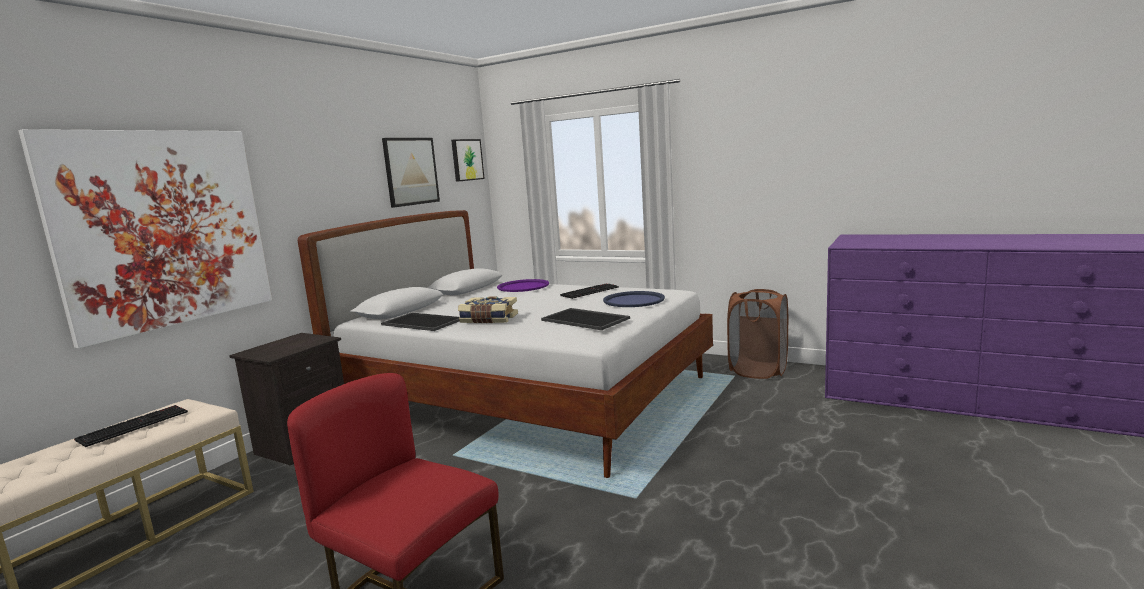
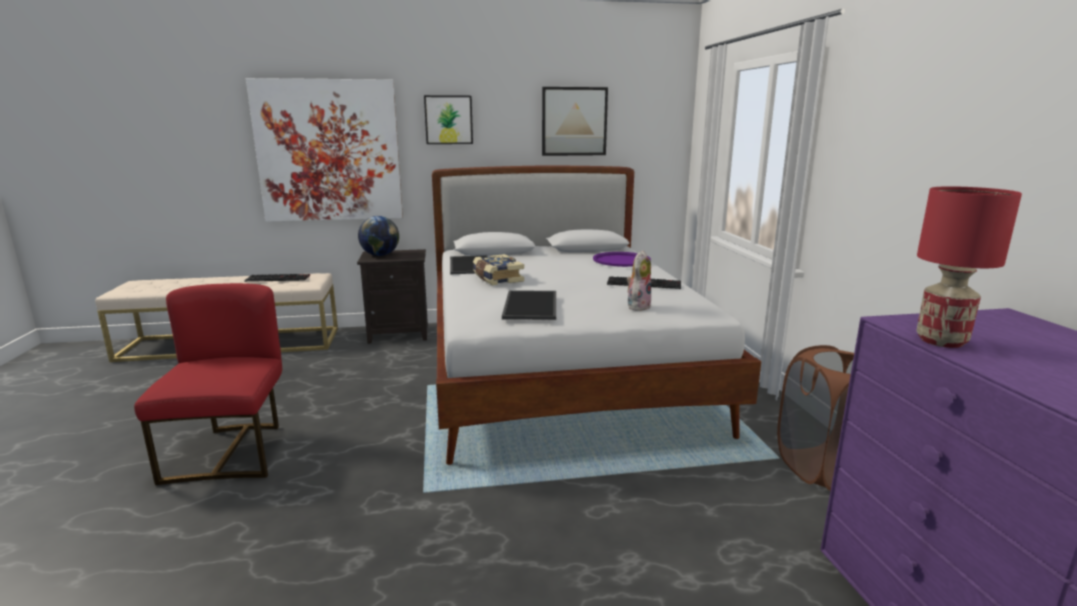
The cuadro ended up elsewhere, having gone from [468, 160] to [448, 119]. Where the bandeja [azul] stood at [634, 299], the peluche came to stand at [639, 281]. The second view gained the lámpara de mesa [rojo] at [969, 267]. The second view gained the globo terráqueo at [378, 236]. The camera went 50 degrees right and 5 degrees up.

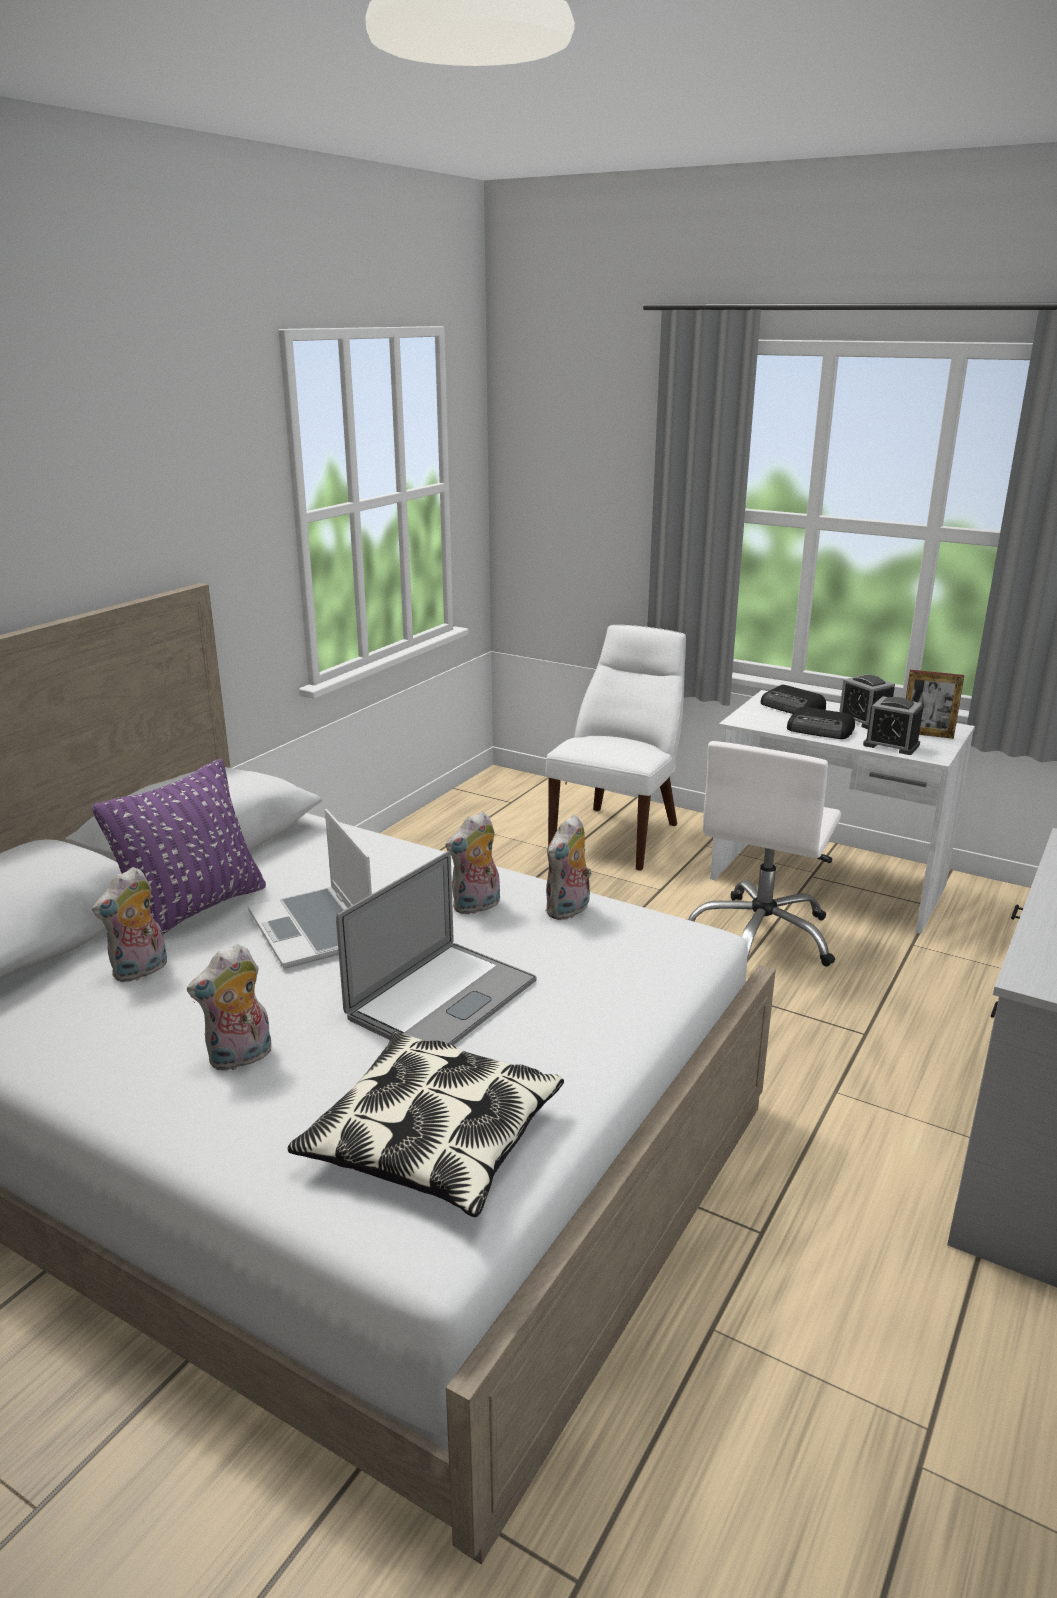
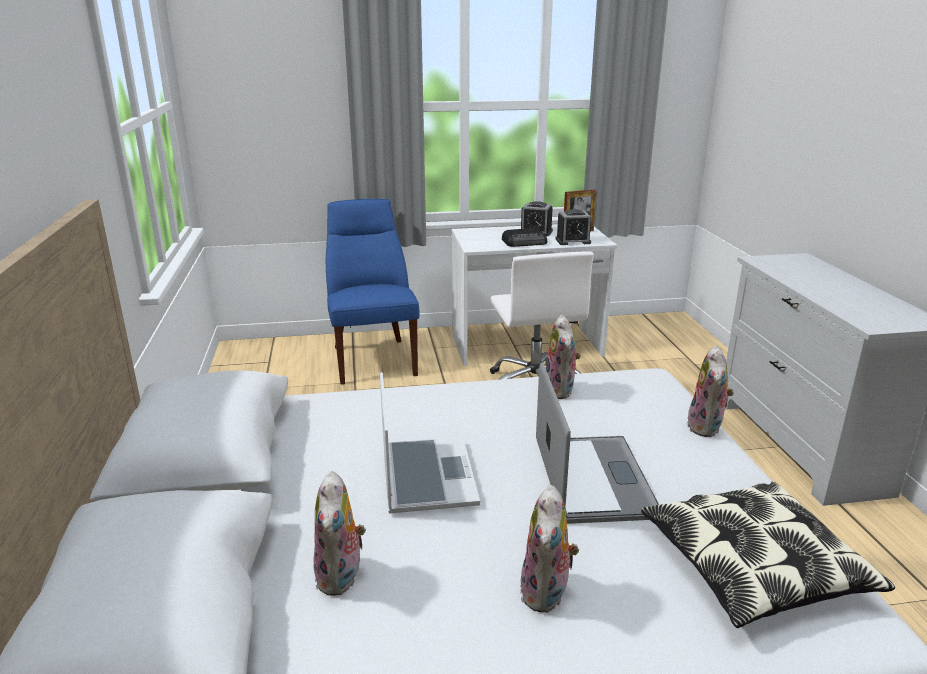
What was the silla [blanco] at [616, 748] turned into the silla [azul] at [373, 292]. The second view lost the radio at [793, 699]. The second view lost the cojín [morado] at [179, 846]. The portátil at [310, 889] ended up facing another way, 120 degrees counterclockwise from before. The peluche ended up elsewhere, having gone from [472, 863] to [710, 391]. The camera went 40 degrees left and 0 degrees up.

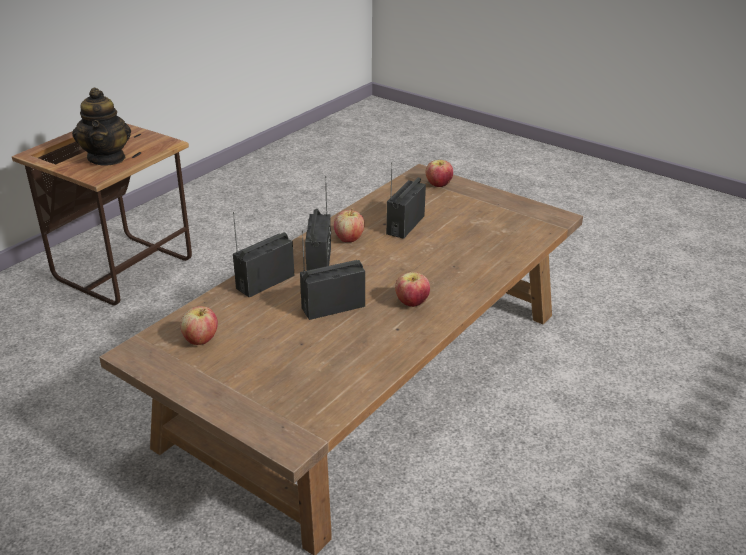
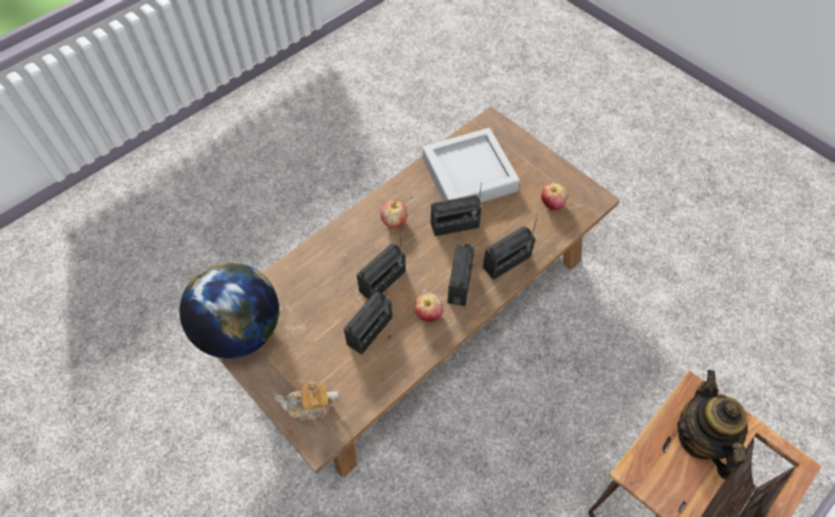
Where the manzana stood at [439, 173], the tetera came to stand at [307, 402]. The second view gained the bandeja [gris] at [471, 165]. The second view gained the radio at [381, 265]. The second view gained the globo terráqueo at [229, 310]. The camera went 170 degrees left and 25 degrees up.

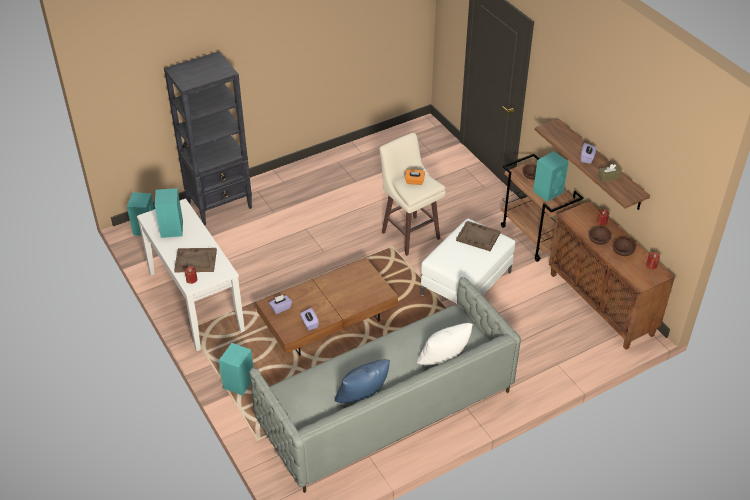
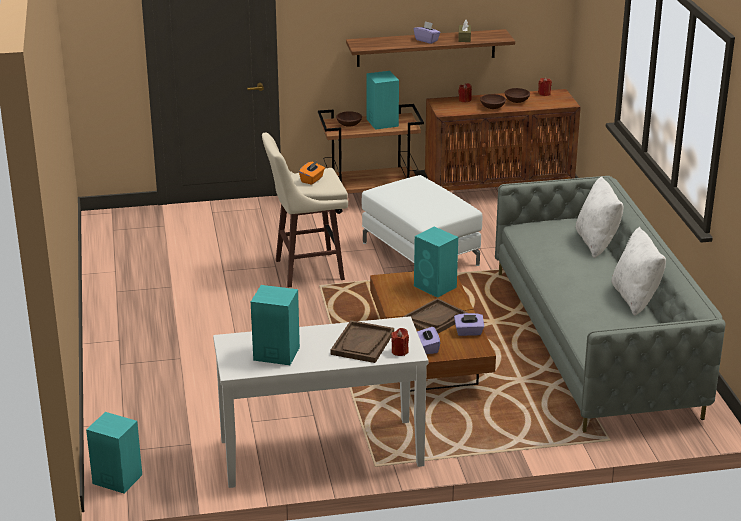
The second view lost the estantería [negro] at [208, 138]. The bandeja [marrón] ended up elsewhere, having gone from [478, 236] to [435, 316]. The altavoz [turquesa] ended up elsewhere, having gone from [236, 369] to [436, 262]. What was the cojín [azul] at [362, 381] turned into the cojín [blanco] at [638, 271]. The camera went 70 degrees left and 15 degrees down.

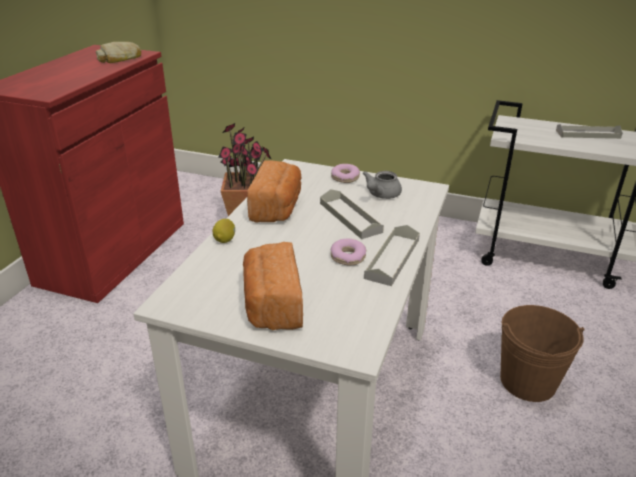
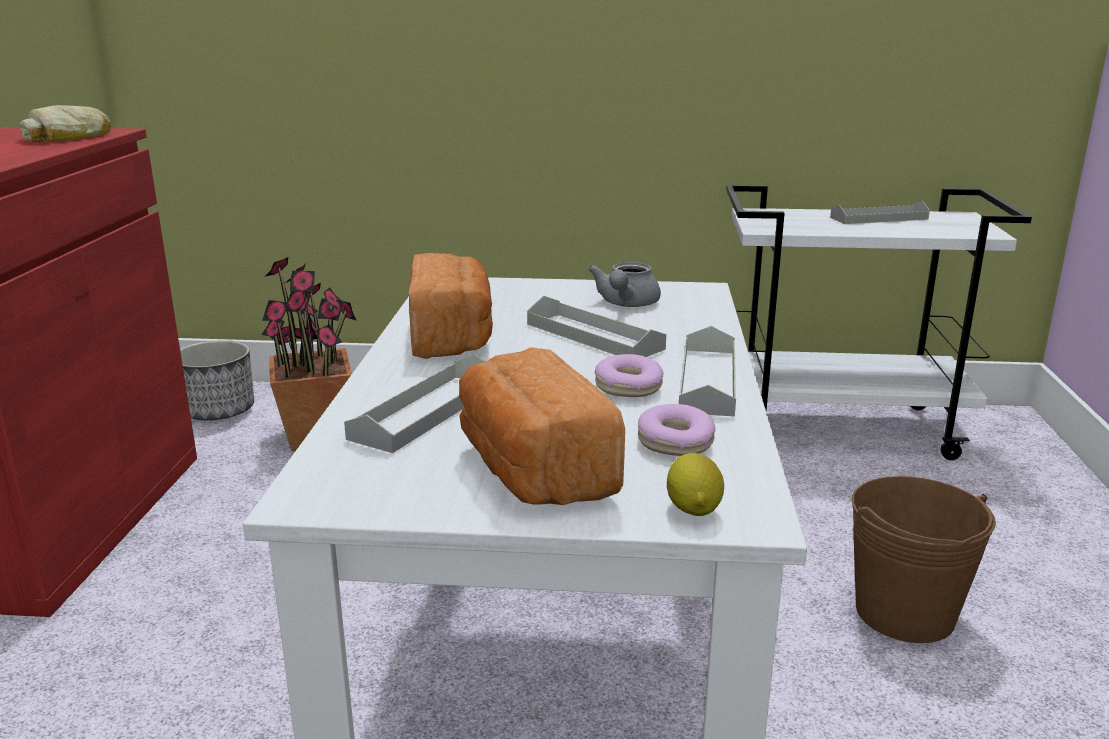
The rosquilla ended up elsewhere, having gone from [345, 173] to [677, 430]. The limón ended up elsewhere, having gone from [224, 231] to [695, 484]. The second view gained the maceta at [217, 380]. The second view gained the bandeja [gris] at [415, 403]. The camera went 15 degrees left and 10 degrees down.

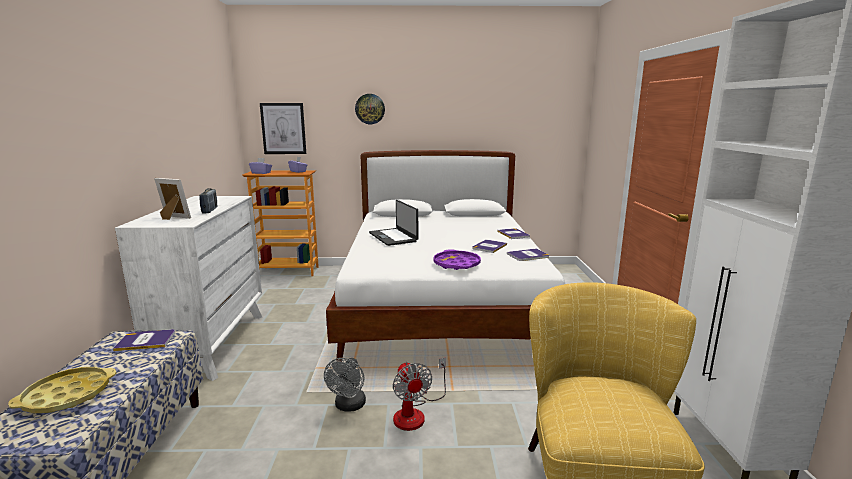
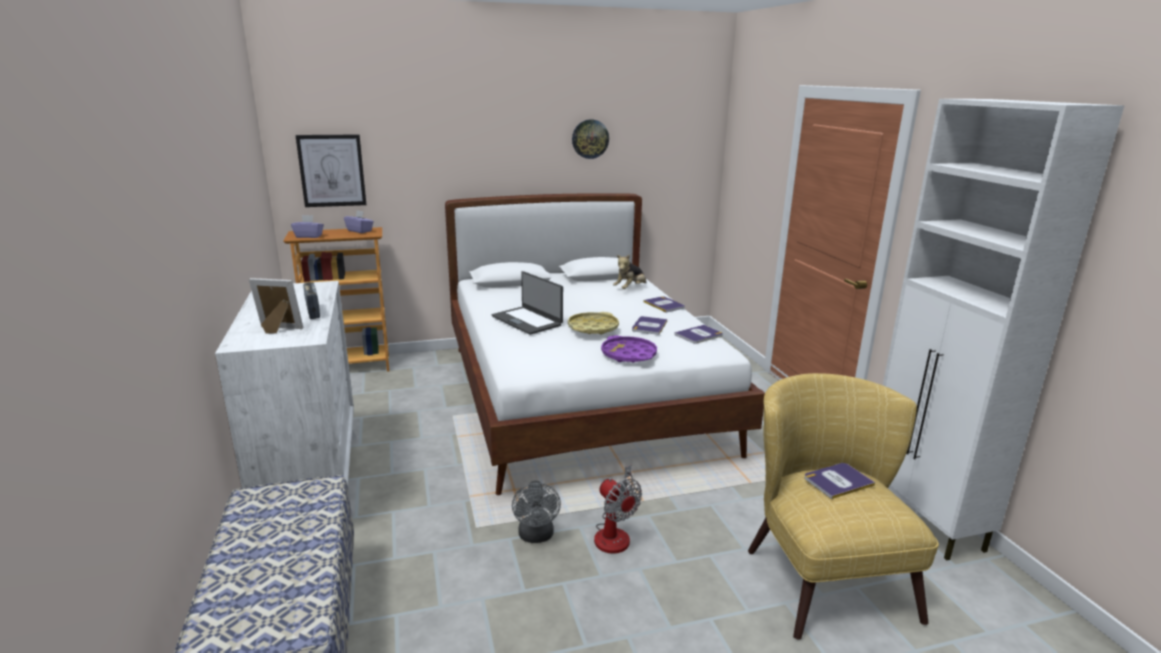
The reloj de pared ended up elsewhere, having gone from [370, 109] to [590, 139]. The libro ended up elsewhere, having gone from [144, 340] to [839, 481]. The bandeja [amarillo] ended up elsewhere, having gone from [62, 390] to [593, 323]. The second view gained the peluche at [630, 271]. The camera went 15 degrees left and 5 degrees up.

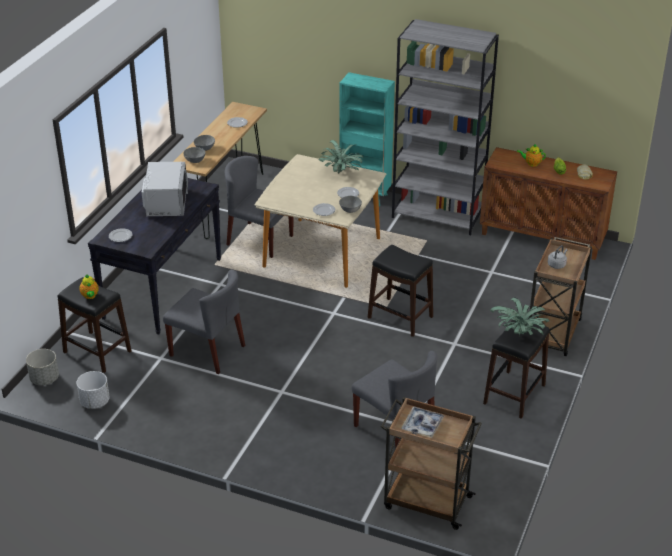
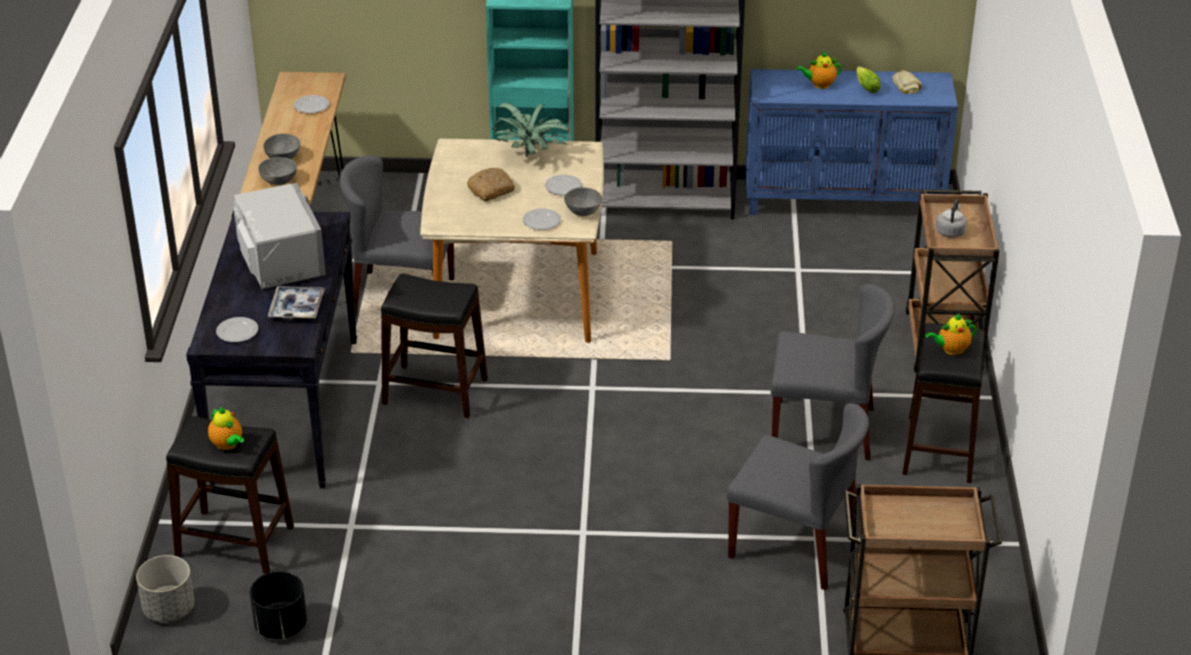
What was the armario [marrón] at [548, 203] turned into the armario [azul] at [852, 142]. The taburete [negro] ended up elsewhere, having gone from [400, 291] to [434, 346]. The silla [gris] ended up elsewhere, having gone from [204, 322] to [833, 372]. Where the planta en maceta stood at [519, 316], the tetera came to stand at [950, 334]. What was the maceta [blanco] at [93, 390] turned into the maceta [negro] at [278, 605]. The bandeja ended up elsewhere, having gone from [422, 422] to [296, 303]. The second view gained the pan at [491, 184]. The camera went 20 degrees left and 0 degrees up.

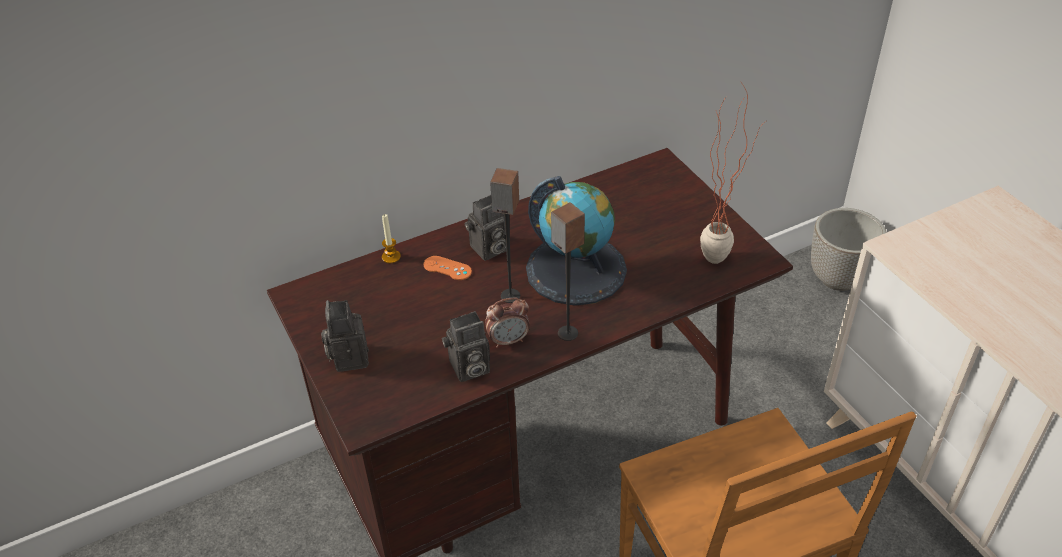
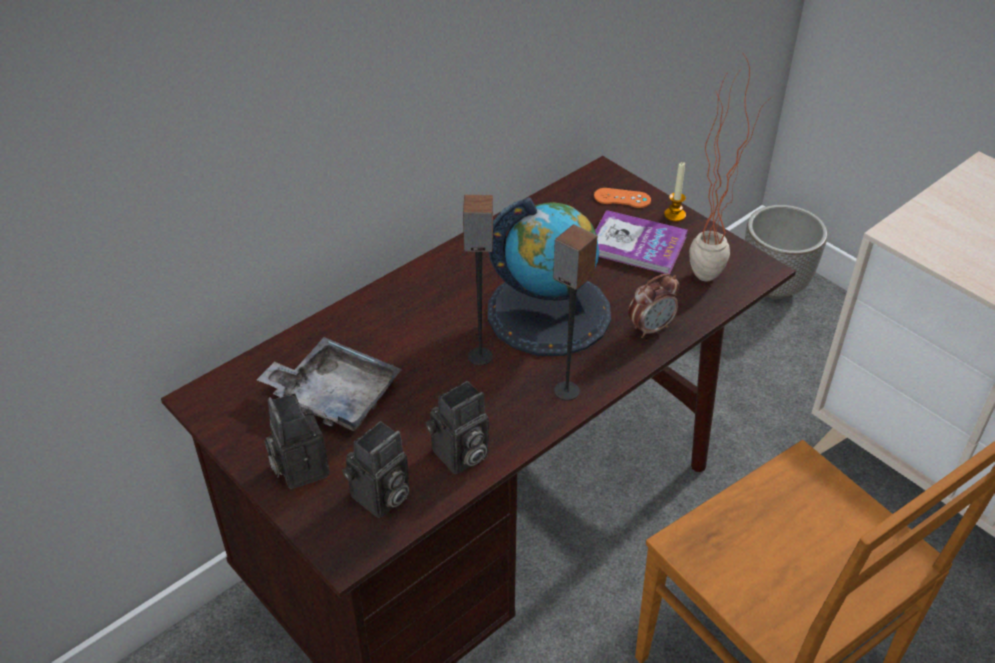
The cámara ended up elsewhere, having gone from [485, 228] to [375, 469]. The vela ended up elsewhere, having gone from [391, 239] to [675, 192]. The mando de consola [naranja] ended up elsewhere, having gone from [448, 268] to [622, 198]. The despertador ended up elsewhere, having gone from [507, 322] to [654, 305]. The second view gained the libro at [641, 242]. The second view gained the bandeja [gris] at [329, 384]. The camera went 15 degrees left and 0 degrees up.

